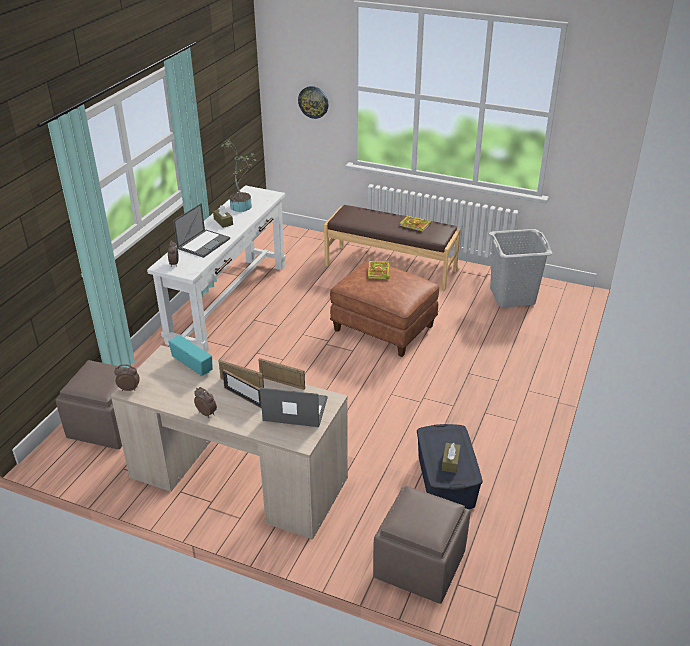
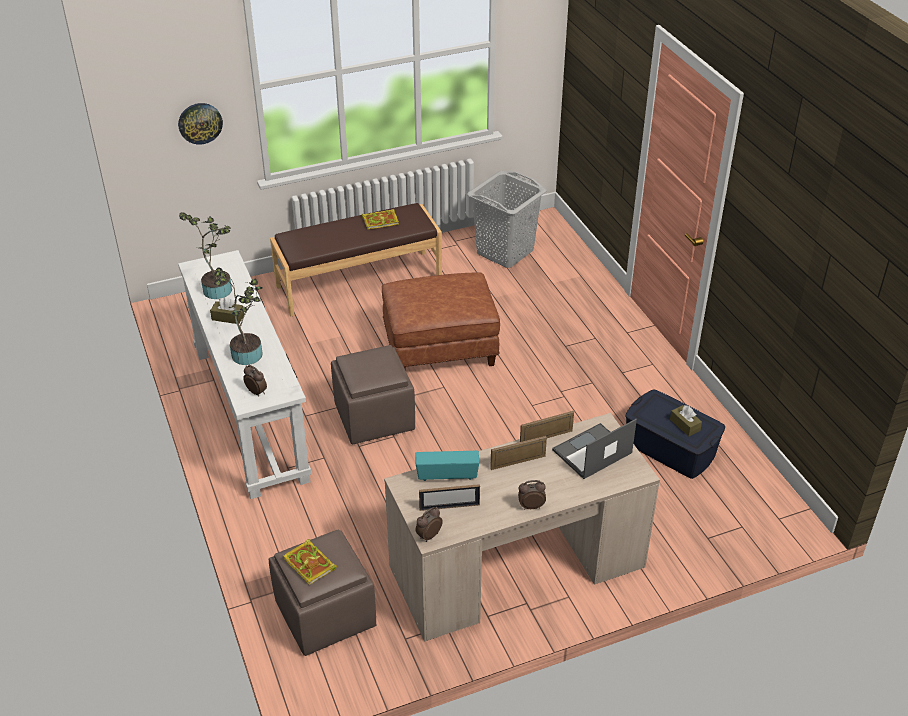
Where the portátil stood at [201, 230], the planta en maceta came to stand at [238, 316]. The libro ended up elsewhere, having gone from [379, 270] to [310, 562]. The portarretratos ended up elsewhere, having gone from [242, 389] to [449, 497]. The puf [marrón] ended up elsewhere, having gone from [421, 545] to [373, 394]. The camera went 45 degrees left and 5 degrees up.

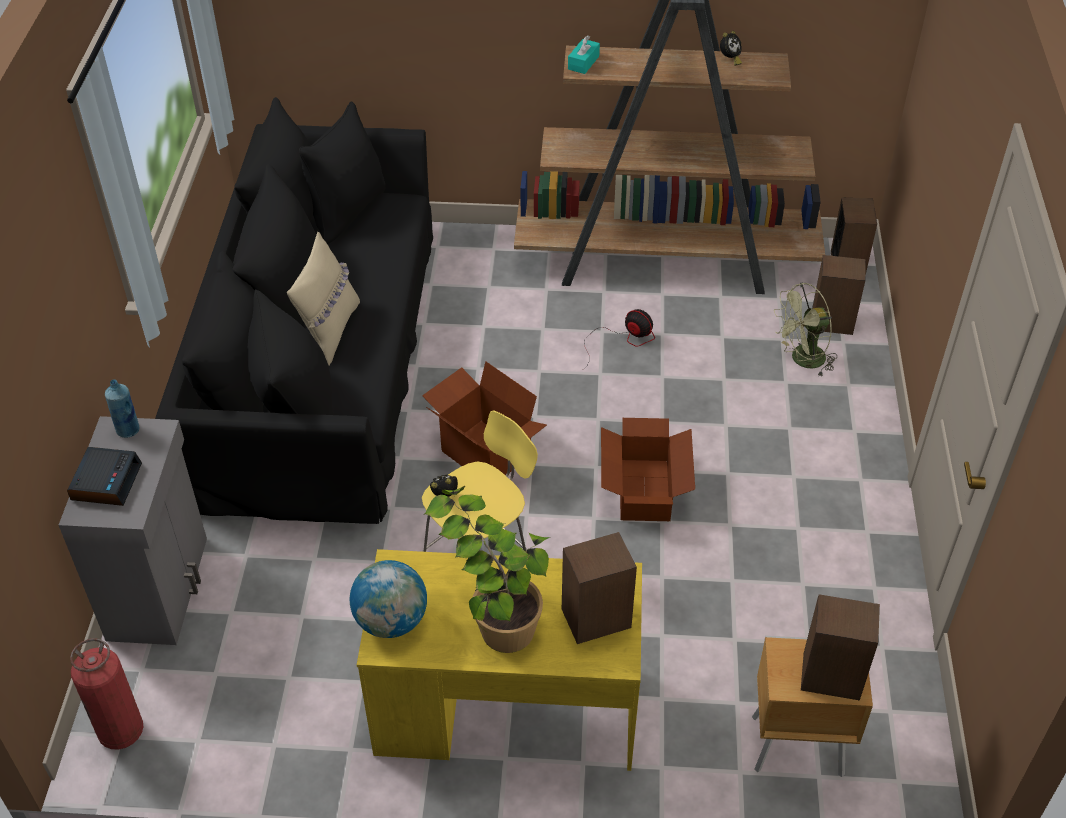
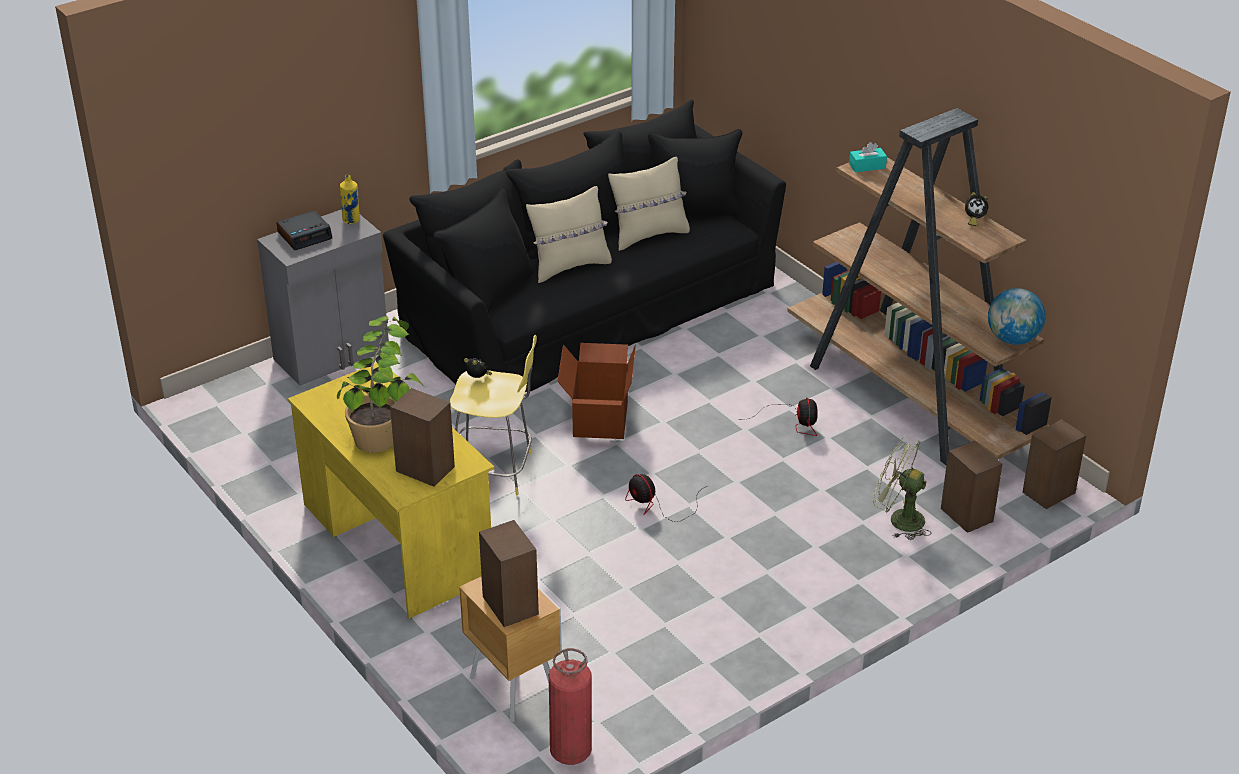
What was the botella [azul] at [122, 408] turned into the botella [amarillo] at [350, 199]. Where the caja de cartón stood at [648, 469], the ventilador came to stand at [666, 498]. The globo terráqueo ended up elsewhere, having gone from [388, 599] to [1017, 316]. The extintor ended up elsewhere, having gone from [106, 693] to [570, 706]. The second view gained the cojín [beis] at [649, 204]. The camera went 50 degrees right and 10 degrees down.

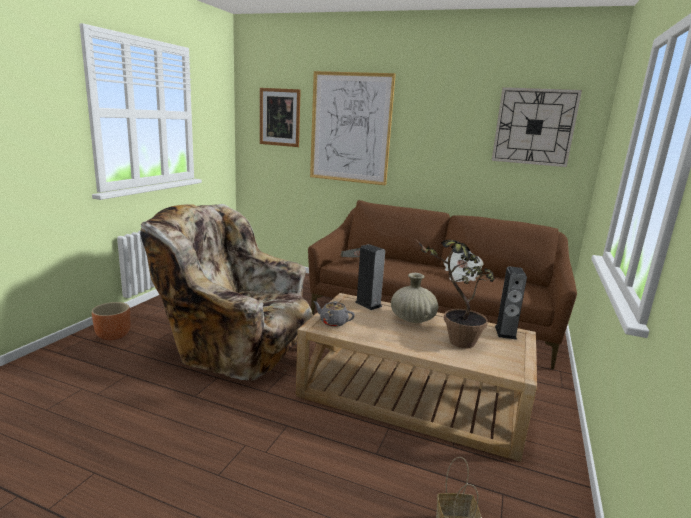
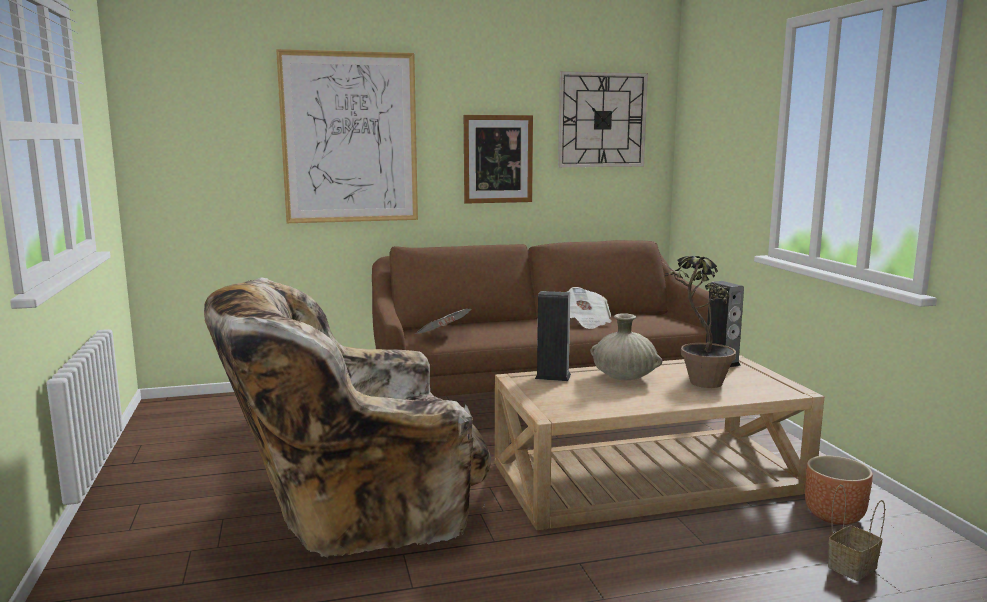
The cuadro ended up elsewhere, having gone from [280, 117] to [498, 159]. The second view lost the tetera [gris] at [334, 314]. The maceta [marrón] ended up elsewhere, having gone from [111, 321] to [839, 490]. The camera went 35 degrees left and 5 degrees down.

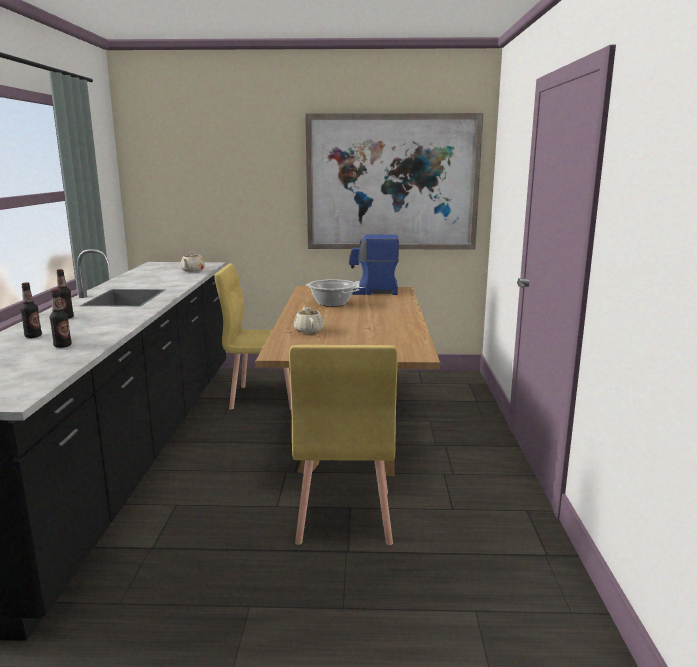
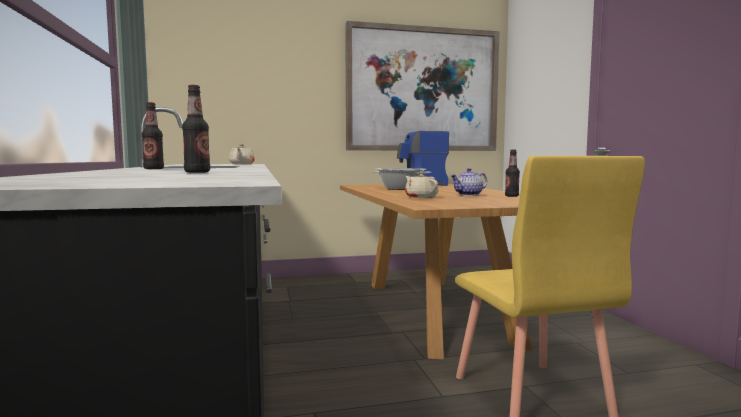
The second view lost the silla [amarillo] at [252, 337]. The botella ended up elsewhere, having gone from [31, 310] to [512, 173]. The second view gained the tetera at [469, 182]. The camera went 15 degrees left and 10 degrees down.

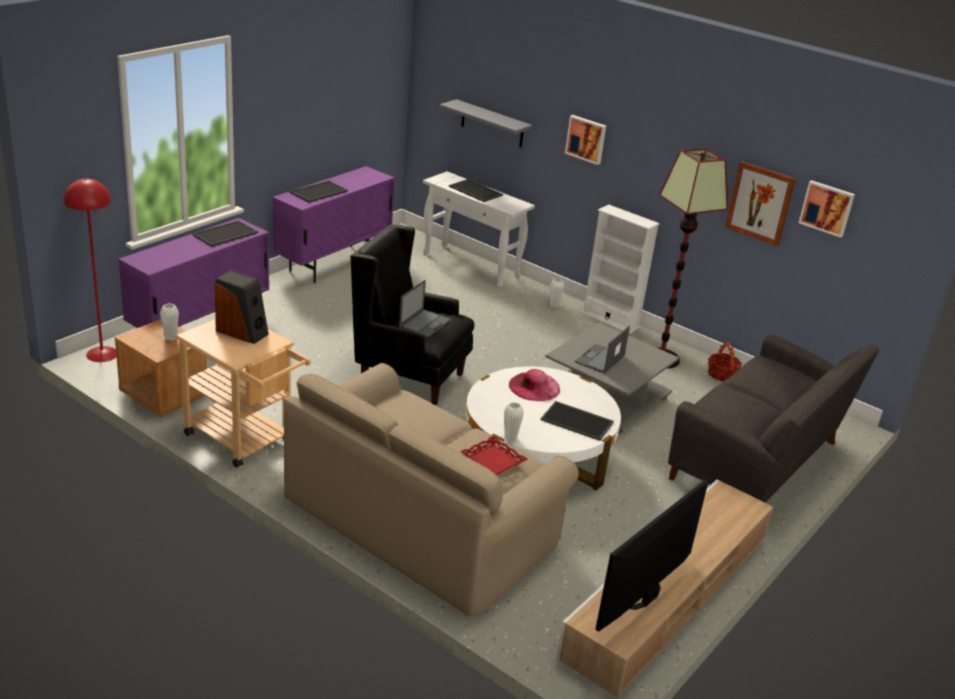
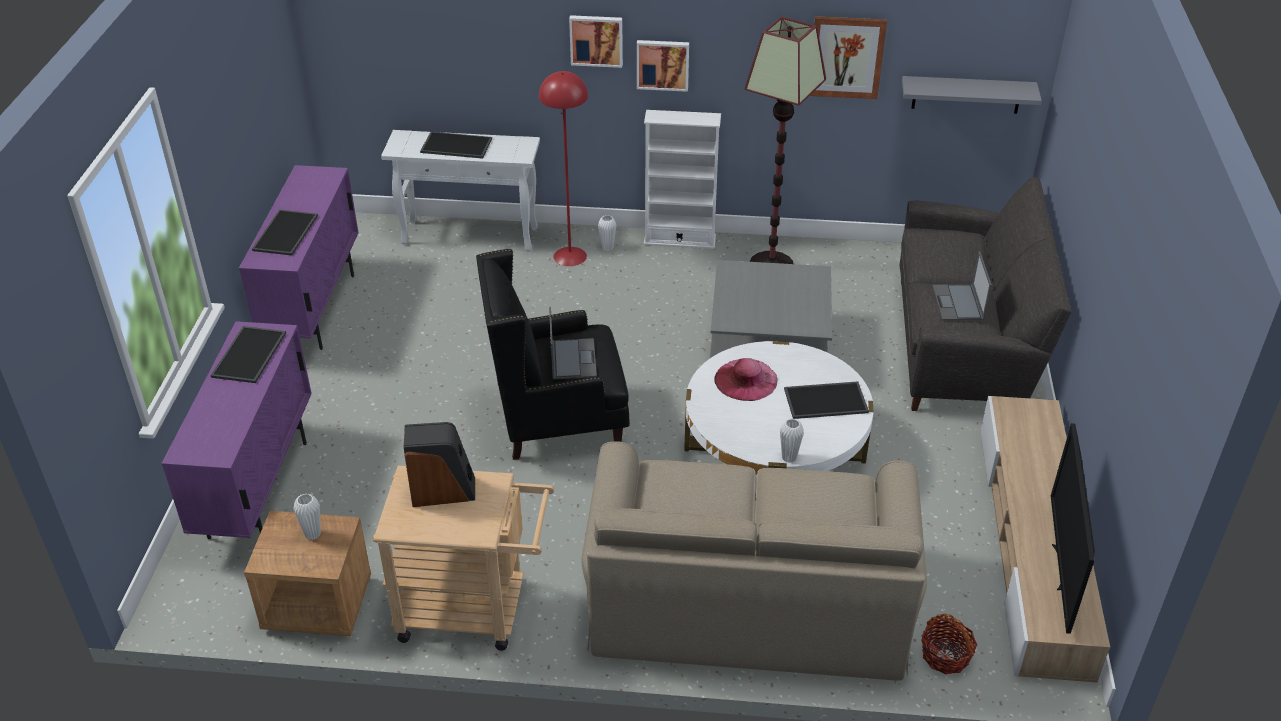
The estante [gris] ended up elsewhere, having gone from [485, 123] to [972, 95]. The lámpara de pie [rojo] ended up elsewhere, having gone from [90, 270] to [563, 168]. The cuadro ended up elsewhere, having gone from [827, 209] to [663, 66]. The portátil ended up elsewhere, having gone from [602, 350] to [962, 285]. The cesta ended up elsewhere, having gone from [725, 362] to [949, 644]. The second view lost the bandeja [rojo] at [494, 455]. The camera went 30 degrees left and 10 degrees up.

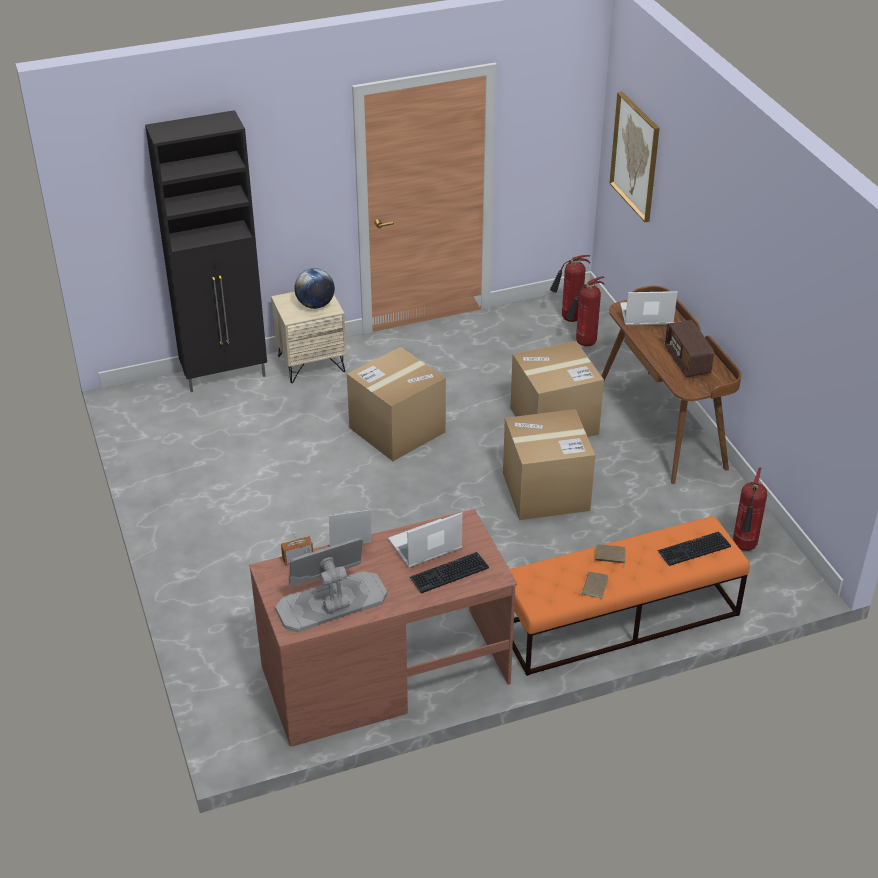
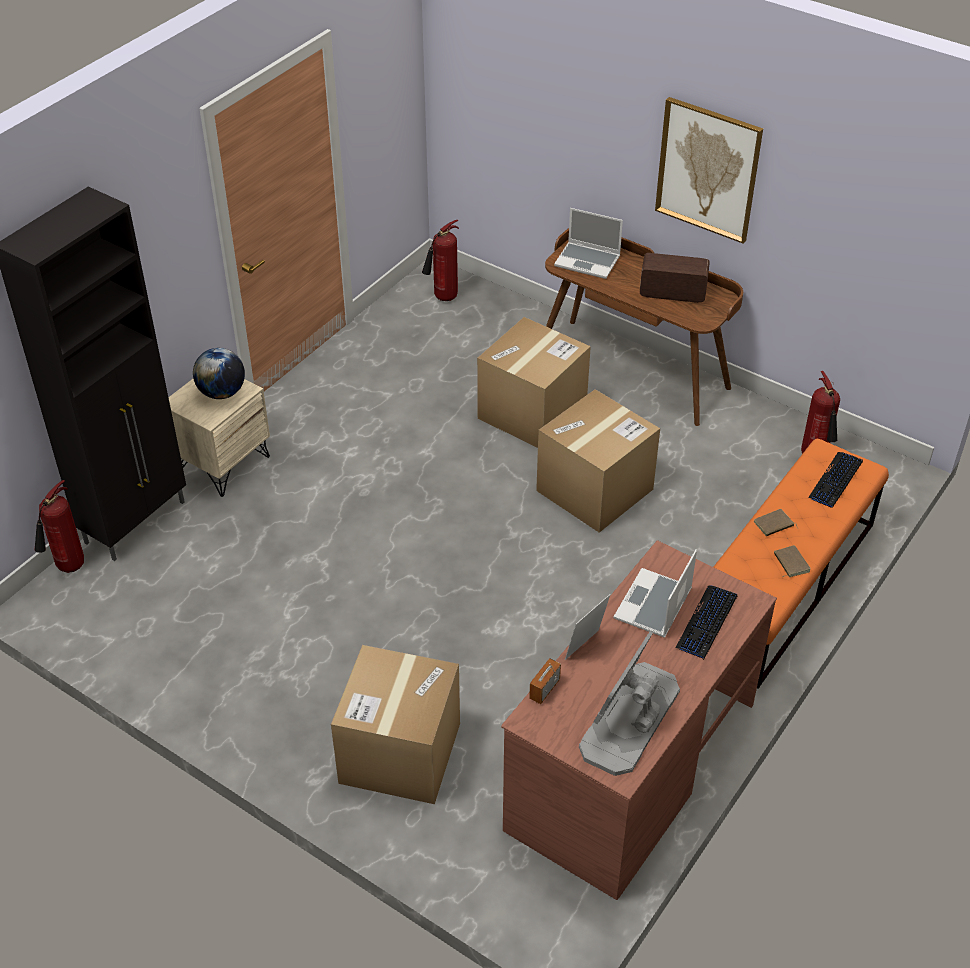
The cuadro ended up elsewhere, having gone from [634, 156] to [709, 170]. The extintor ended up elsewhere, having gone from [585, 311] to [59, 526]. The portátil at [649, 308] ended up facing another way, 120 degrees counterclockwise from before. The radio at [689, 348] ended up facing another way, 150 degrees clockwise from before. The caja de cartón ended up elsewhere, having gone from [396, 404] to [395, 724]. The camera went 35 degrees left and 5 degrees up.

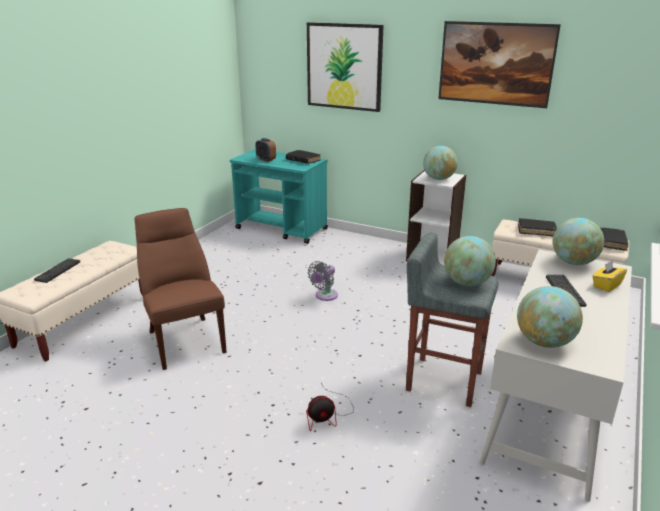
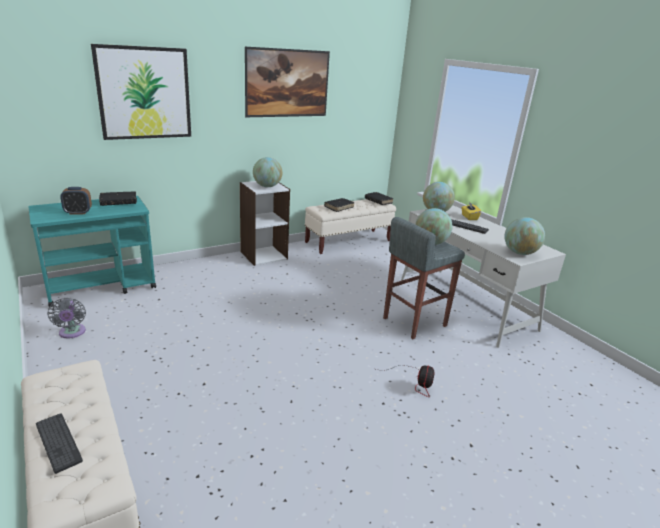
The second view lost the silla [marrón] at [181, 289]. The ventilador [gris] ended up elsewhere, having gone from [323, 281] to [66, 318]. The camera went 60 degrees left and 0 degrees up.

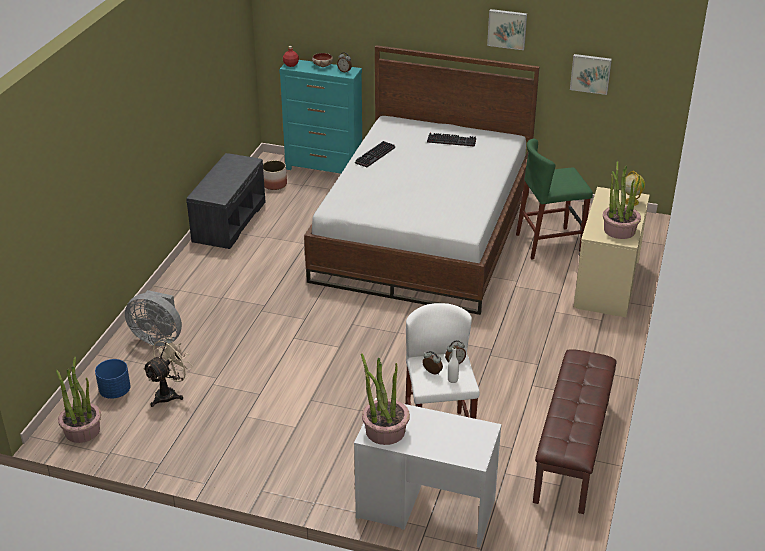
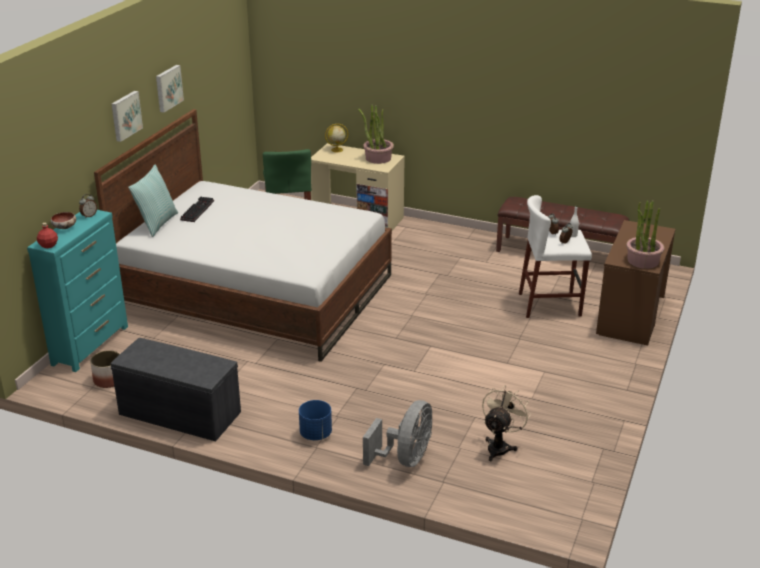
The cuadro ended up elsewhere, having gone from [591, 74] to [127, 116]. The second view lost the teclado at [375, 154]. The ventilador [beis] at [168, 372] ended up facing another way, 75 degrees clockwise from before. The second view lost the planta en maceta at [78, 400]. The maceta [azul] ended up elsewhere, having gone from [113, 379] to [315, 420]. What was the escritorio [blanco] at [428, 473] turned into the escritorio [marrón] at [636, 282]. The second view gained the cojín at [153, 200]. The camera went 85 degrees left and 5 degrees down.

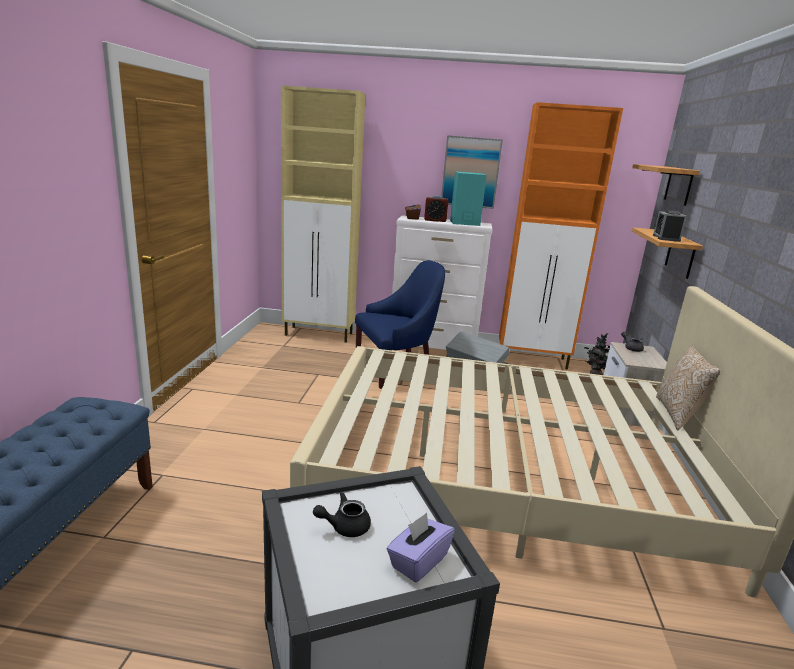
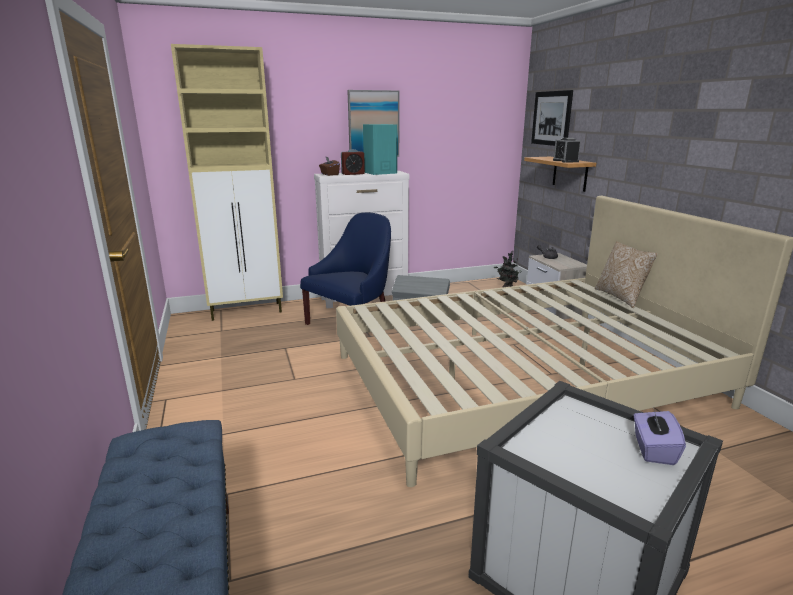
The second view lost the armario [naranja] at [561, 236]. Where the estante hung at [666, 185], the cuadro came to hang at [552, 118]. The second view lost the tetera [negro] at [342, 514]. The camera went 25 degrees left and 0 degrees up.

